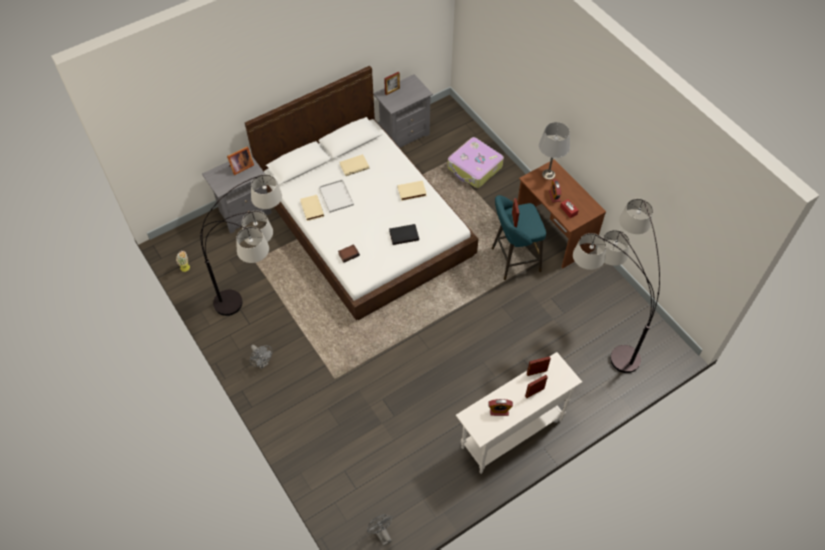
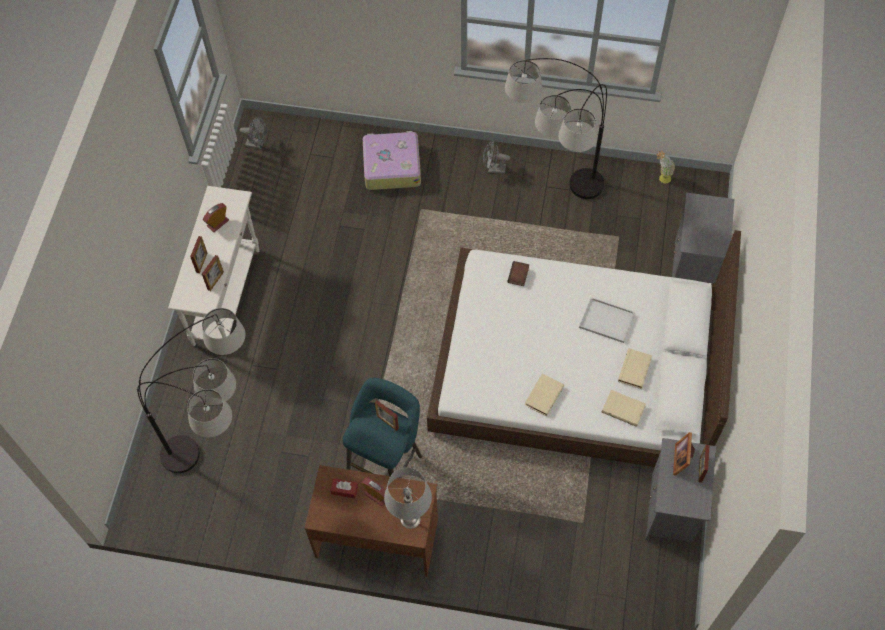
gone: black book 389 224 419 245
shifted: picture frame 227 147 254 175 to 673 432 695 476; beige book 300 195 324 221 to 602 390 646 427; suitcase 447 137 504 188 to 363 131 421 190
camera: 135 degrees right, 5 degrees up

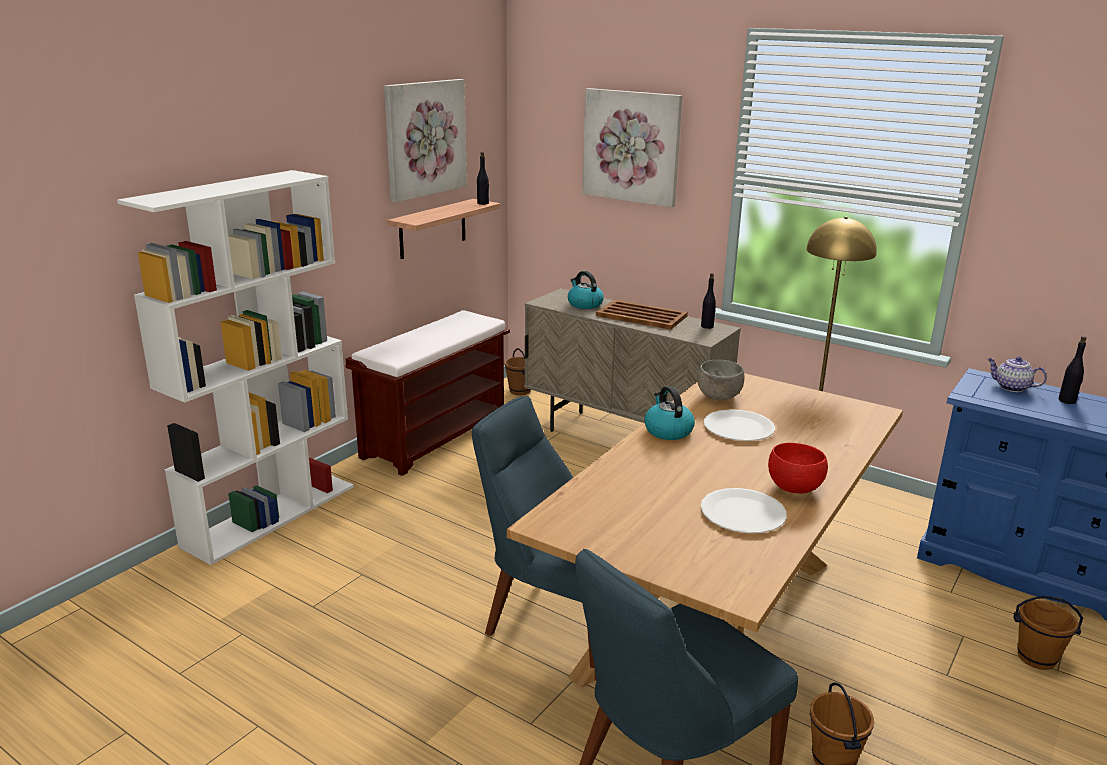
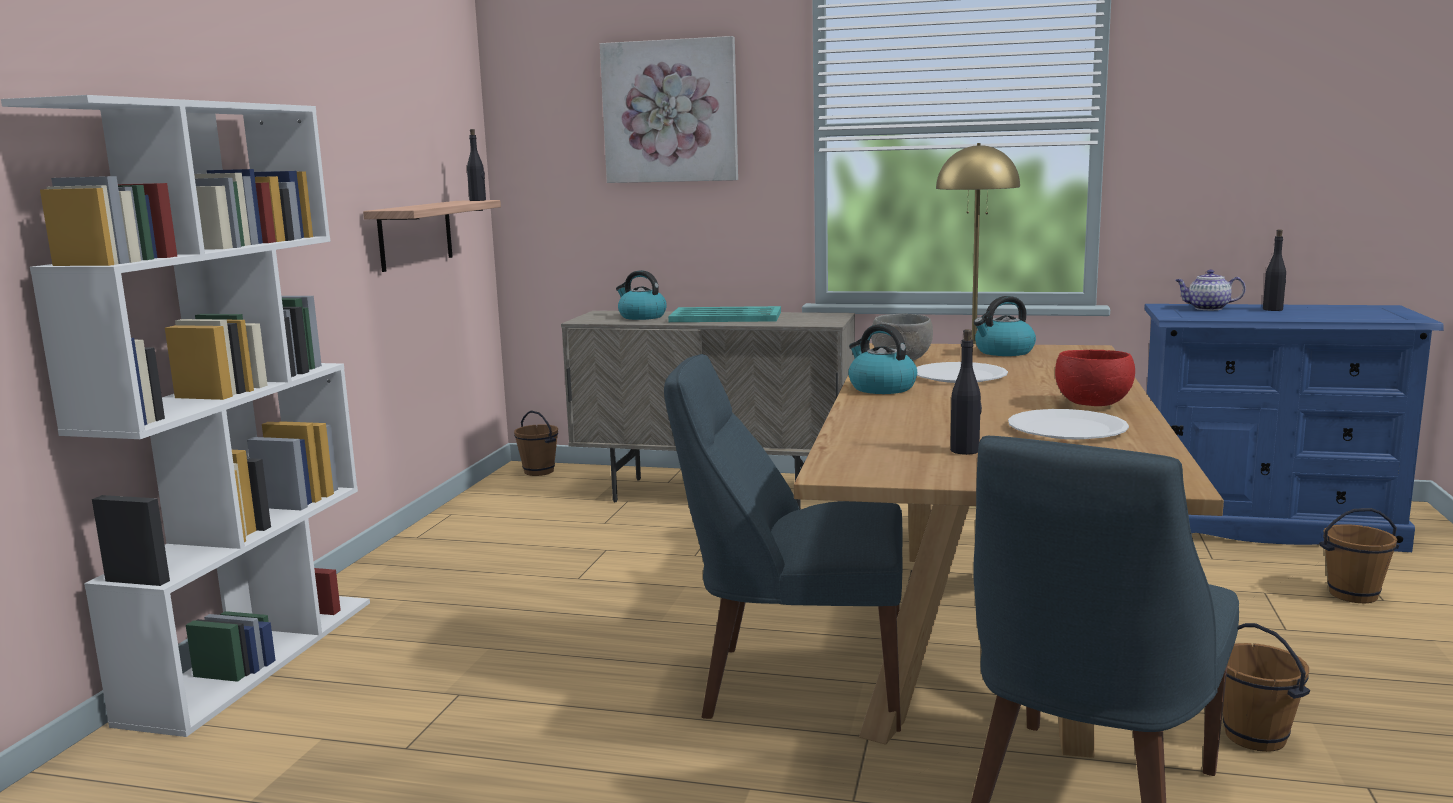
gone: brown bench 346 310 510 476; picture 384 79 467 203
new: kettle 974 296 1036 356
shifted: black bottle 701 273 716 329 to 950 329 982 455
repainted: brown tray 596 300 688 330 to turquoise tray 668 306 781 322
camera: 20 degrees left, 10 degrees down

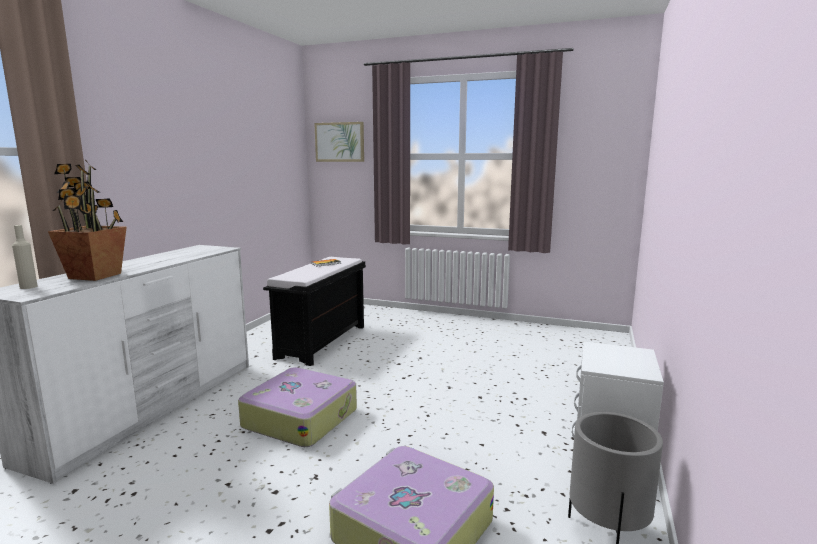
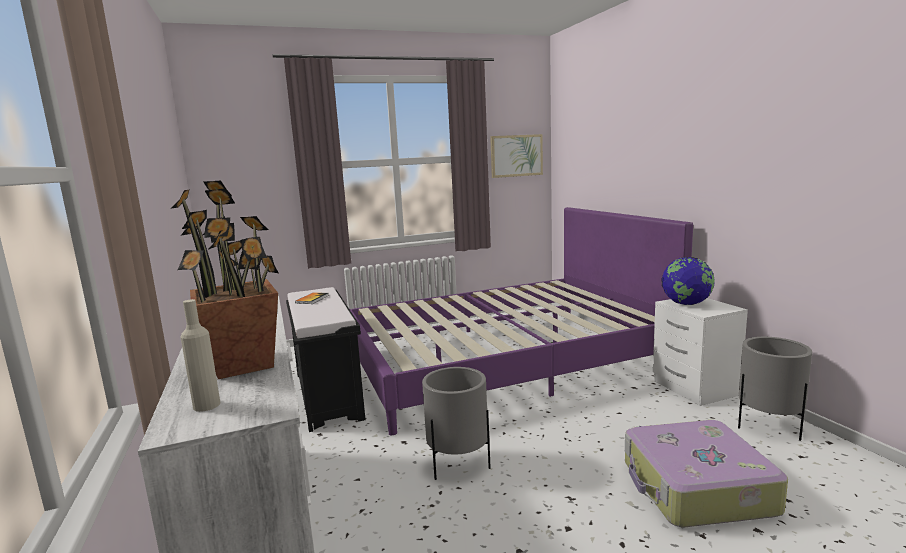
new: purple bed 349 207 693 435; globe 661 257 715 305
shifted: picture 314 122 364 162 to 490 134 543 178
swapped: suitcase 238 367 357 447 to grey planter 422 367 491 480
camera: 40 degrees left, 0 degrees up

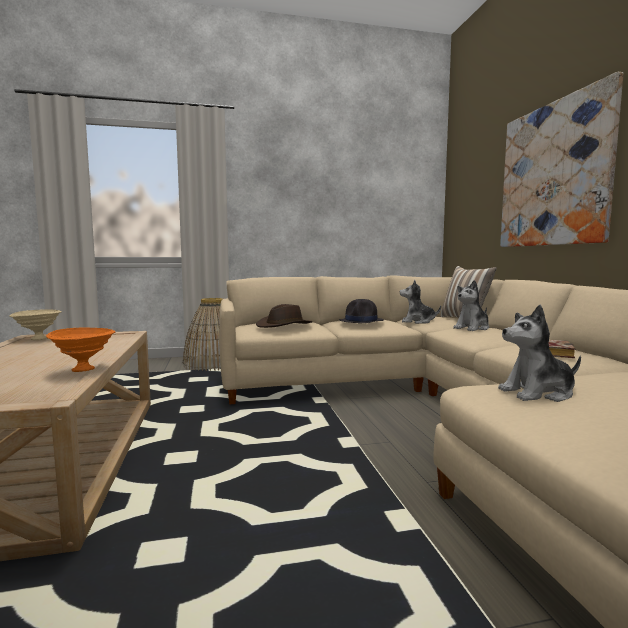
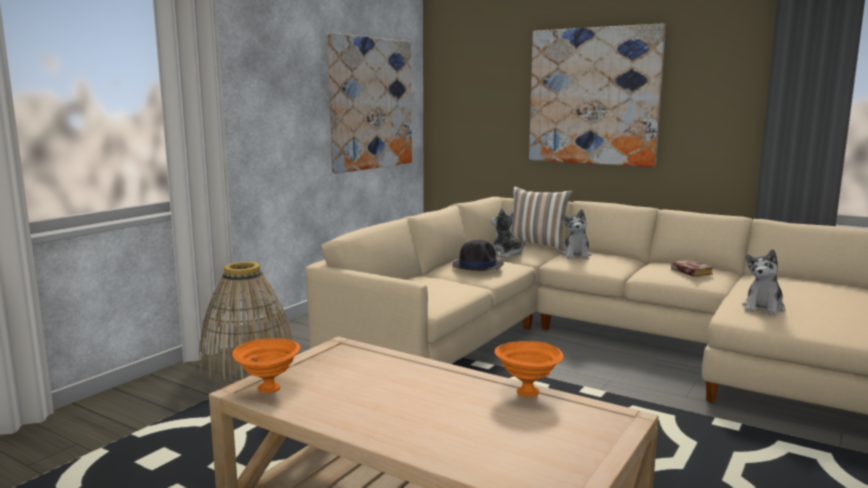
gone: brown hat 256 304 313 328
new: picture 328 33 412 174
repainted: beige bowl 9 309 61 340 to orange bowl 232 338 300 393
rotated: plush toy 400 279 441 324 = 491 208 526 258 75 degrees clockwise
camera: 45 degrees left, 5 degrees up

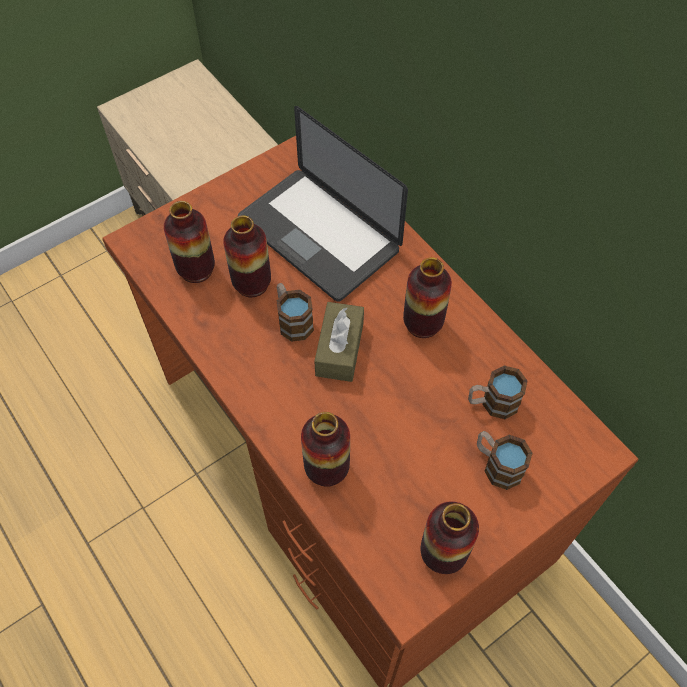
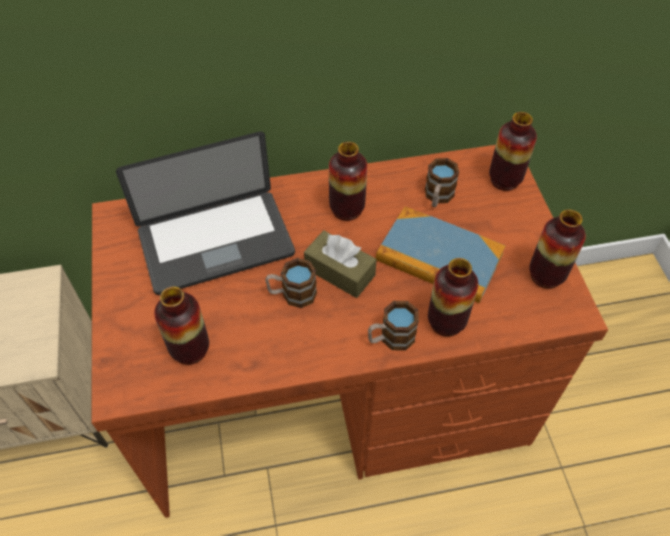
new: book 376 206 506 303
shifted: vase 223 215 271 297 to 489 112 537 191; mug 477 431 533 490 to 368 301 419 351
camera: 65 degrees left, 5 degrees down

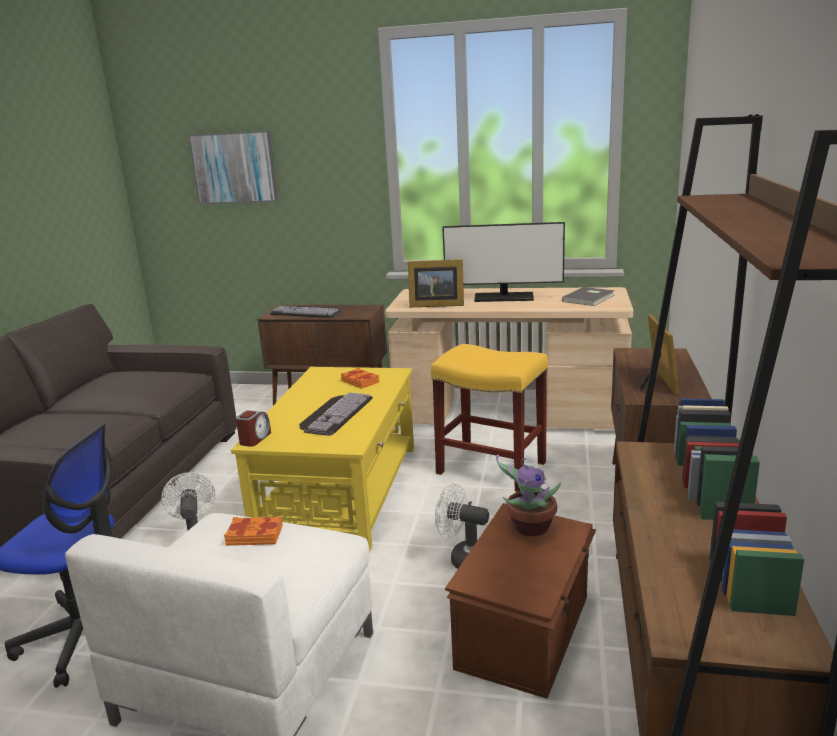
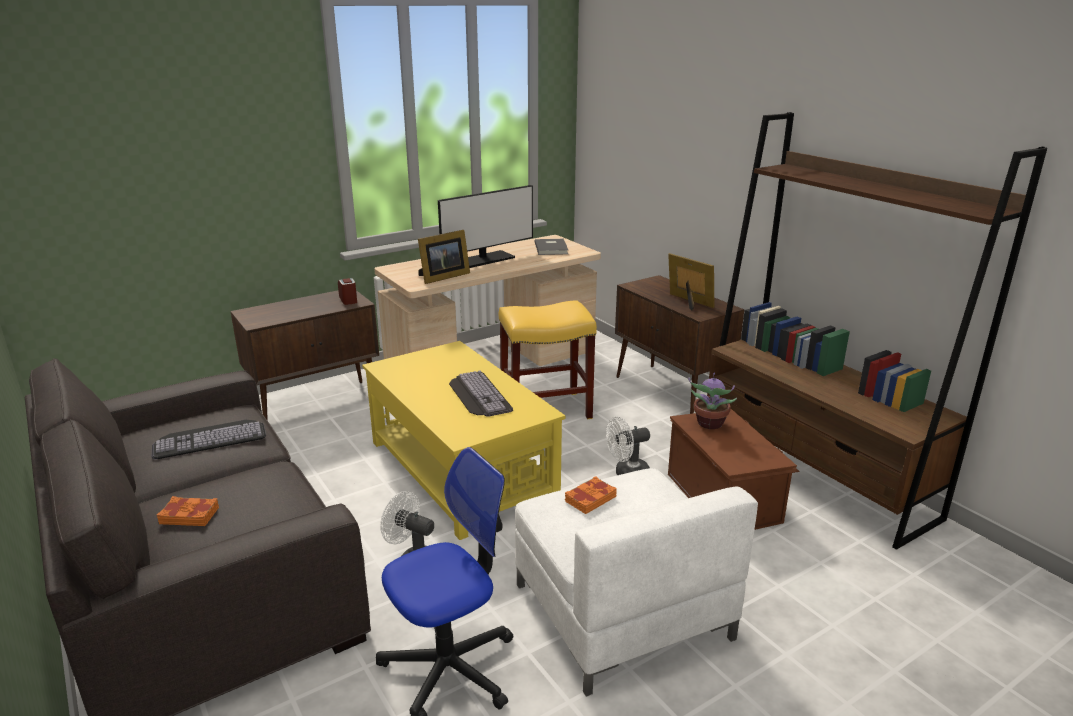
gone: picture 188 131 278 204
shifted: alarm clock 236 410 271 447 to 338 278 357 305; keyboard 269 306 341 318 to 152 420 266 459; orange book 341 368 379 389 to 157 496 219 526
camera: 45 degrees left, 5 degrees up

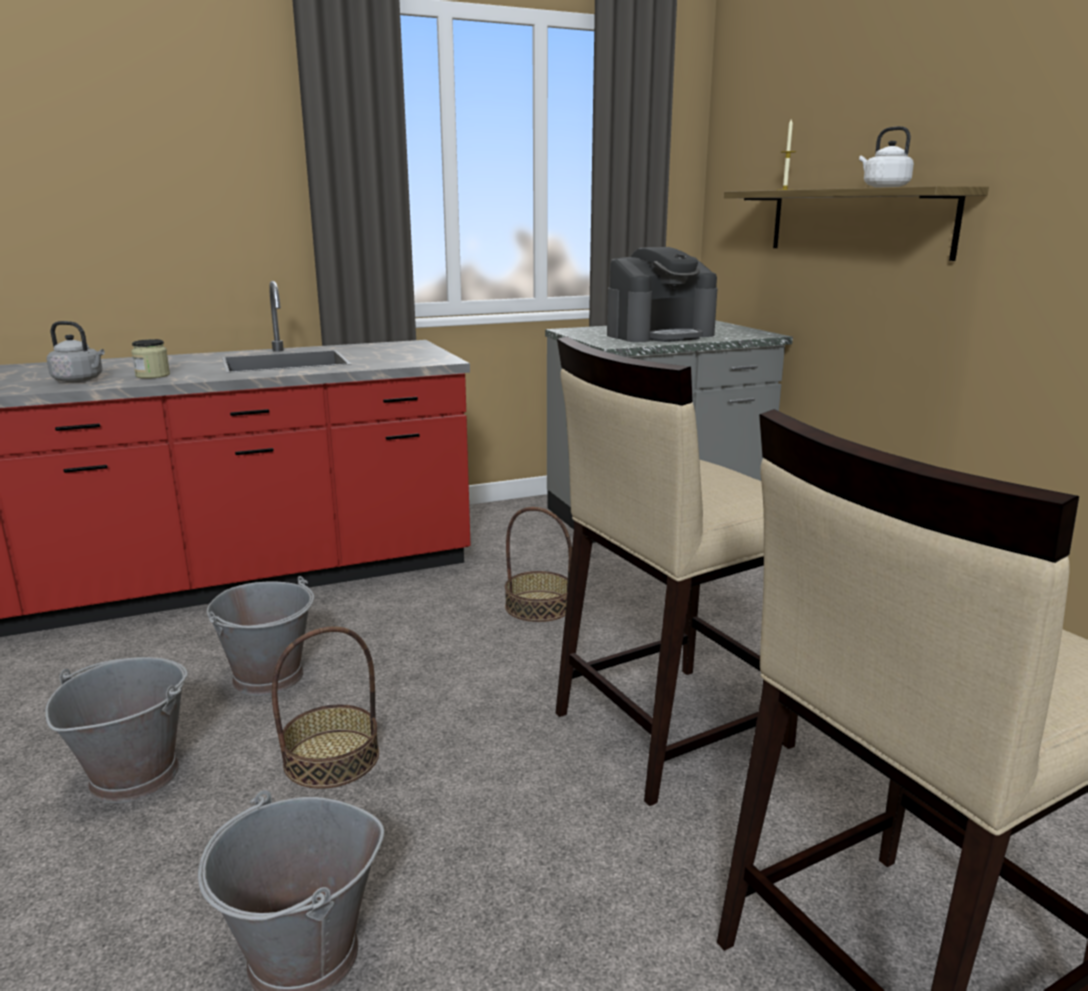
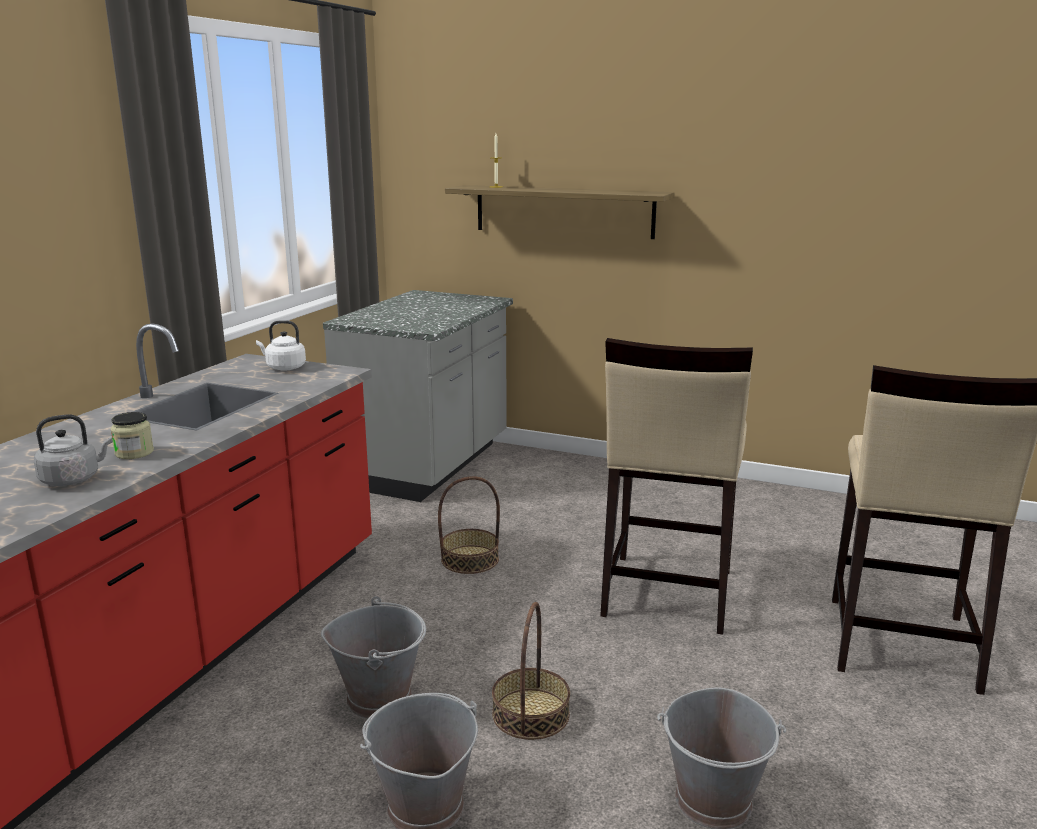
gone: coffee machine 607 247 718 342
shifted: white kettle 859 126 914 188 to 256 320 306 371
camera: 45 degrees left, 0 degrees up

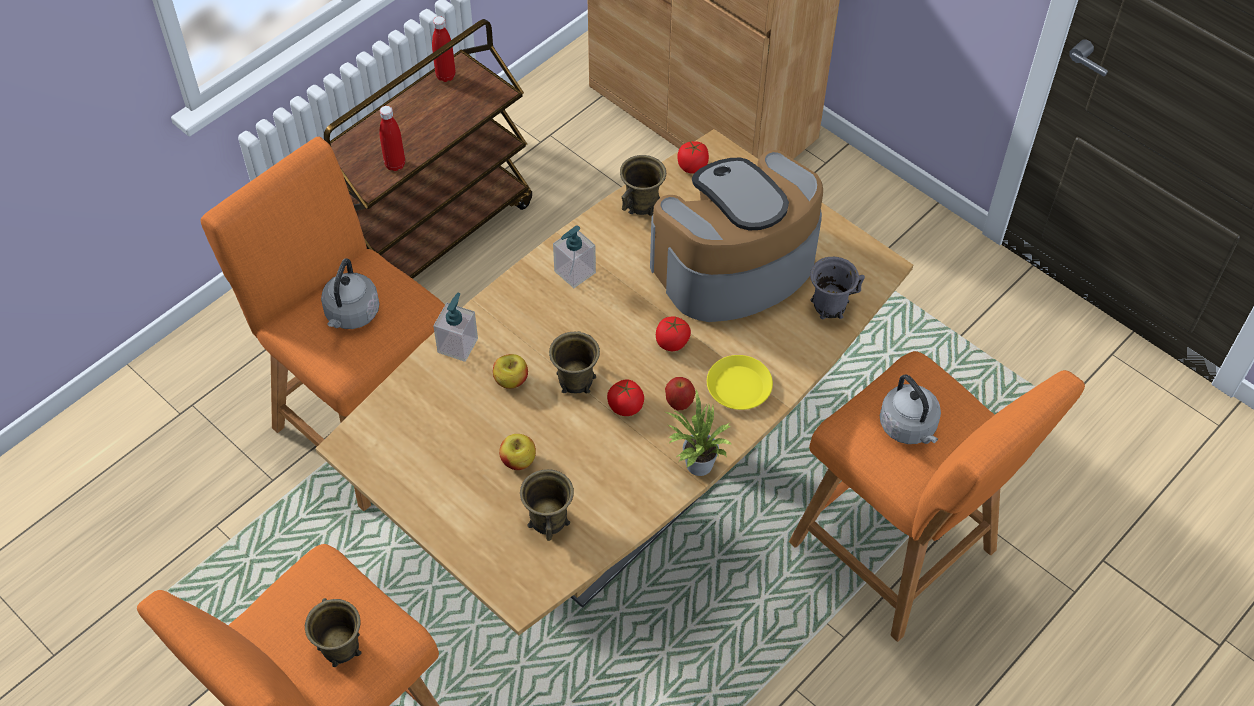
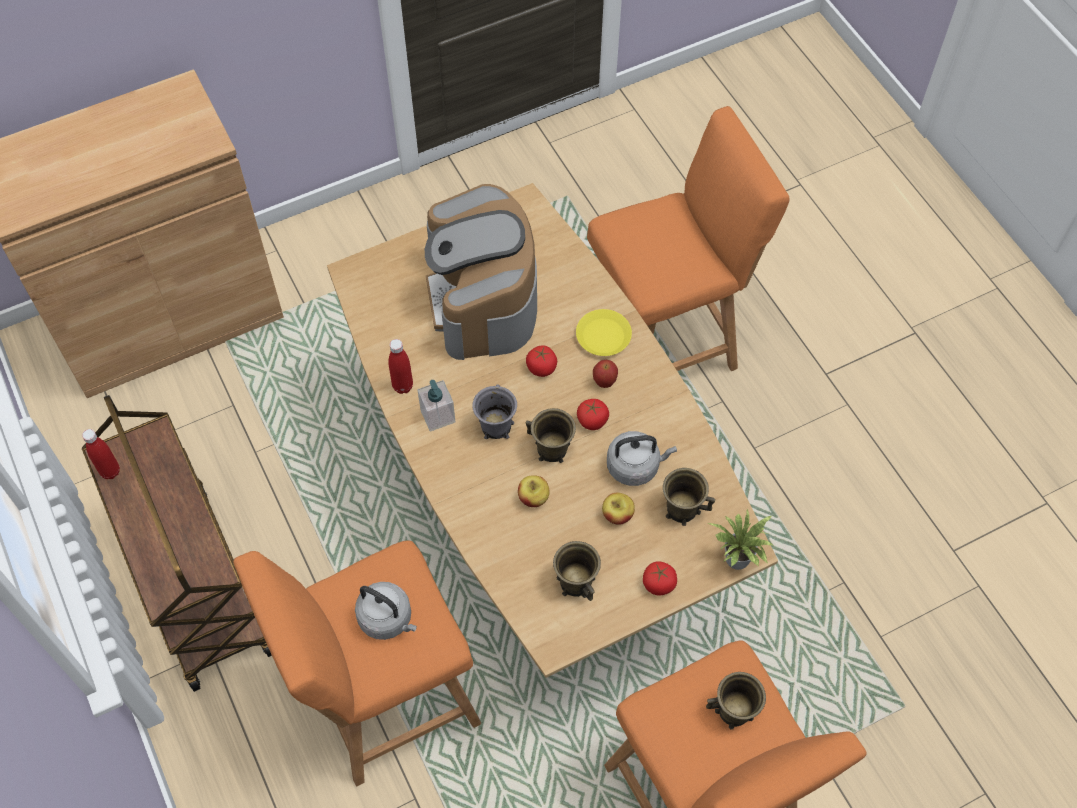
gone: soap dispenser 433 293 478 362
shifted: red bottle 380 106 405 171 to 389 339 413 394; brown mug 620 155 666 216 to 553 541 601 601; potted plant 665 390 732 476 to 708 509 774 570; tomato 677 141 709 174 to 643 561 677 596; grey mug 810 257 865 319 to 472 385 517 439; grey kettle 880 375 941 444 to 607 431 677 486
camera: 70 degrees left, 5 degrees up

